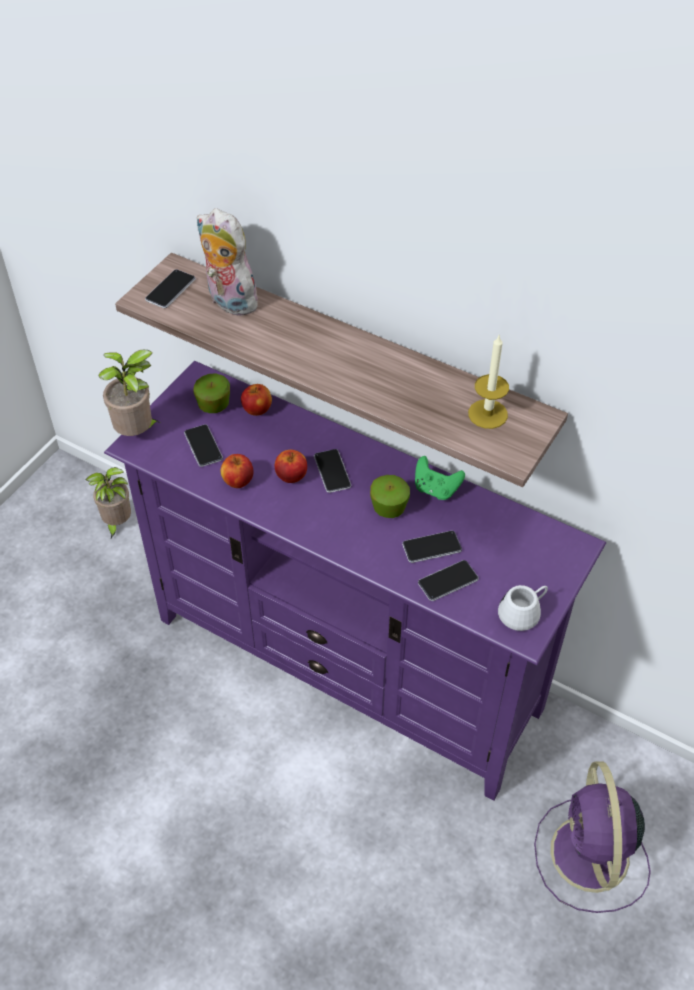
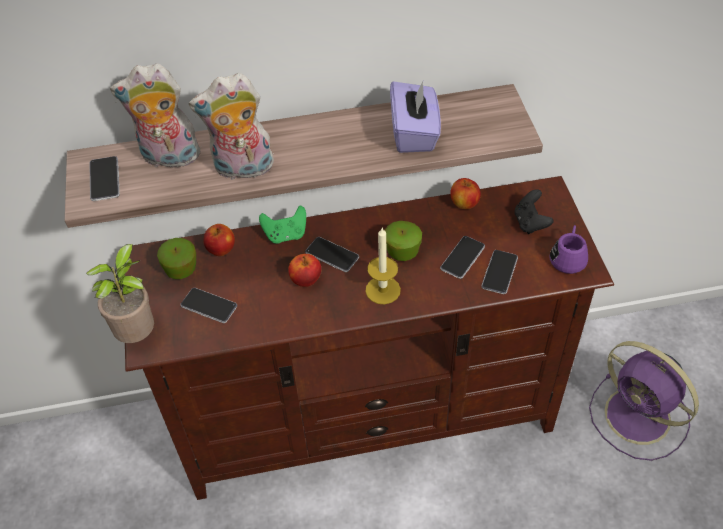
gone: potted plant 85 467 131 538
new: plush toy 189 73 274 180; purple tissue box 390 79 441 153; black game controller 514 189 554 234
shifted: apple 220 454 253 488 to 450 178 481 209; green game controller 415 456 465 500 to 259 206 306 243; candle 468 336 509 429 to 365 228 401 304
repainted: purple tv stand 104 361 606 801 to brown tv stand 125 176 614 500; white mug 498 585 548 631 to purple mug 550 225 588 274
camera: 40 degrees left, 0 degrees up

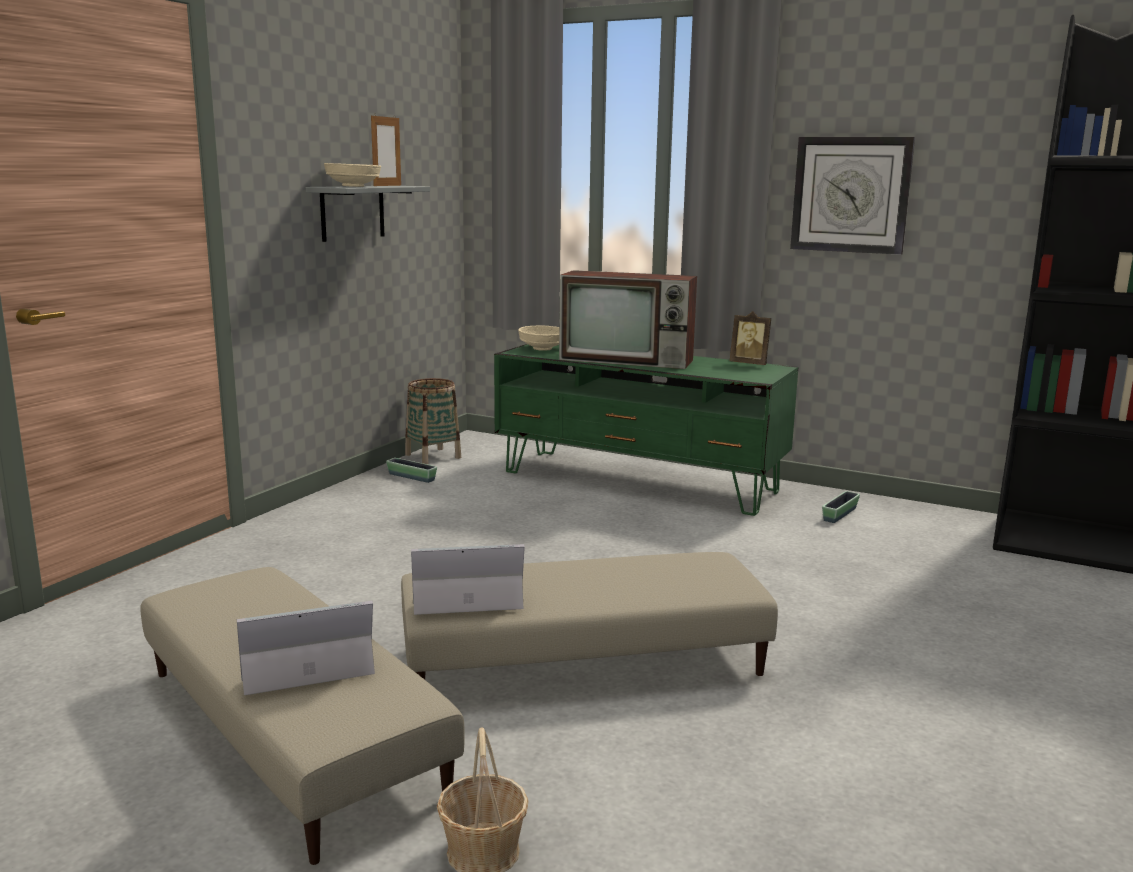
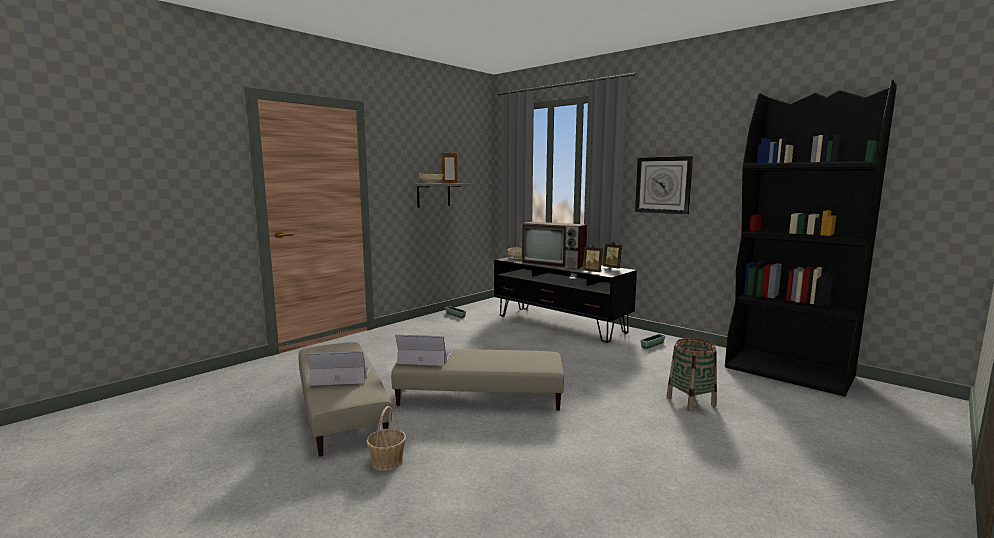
new: picture frame 582 245 603 272
shifted: basket 405 378 461 464 to 667 338 717 411
repainted: green tv stand 494 344 798 516 to black tv stand 494 257 637 343
camera: 15 degrees right, 5 degrees down

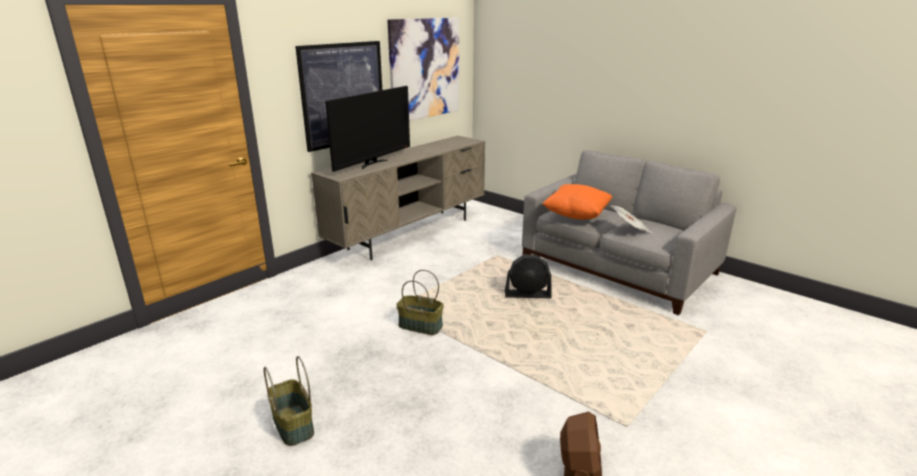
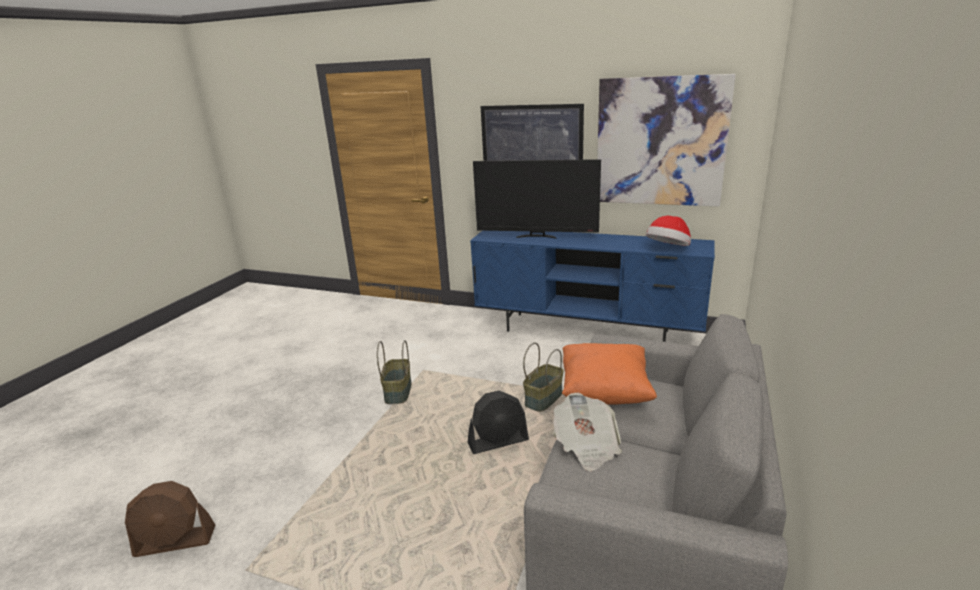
new: hat 646 216 691 246
shifted: basket 264 356 314 446 to 523 342 564 412
repainted: beige tv stand 311 136 485 261 to blue tv stand 470 231 715 342
rotated: black fan 505 254 552 298 = 468 390 529 454 90 degrees counterclockwise
camera: 70 degrees right, 0 degrees up

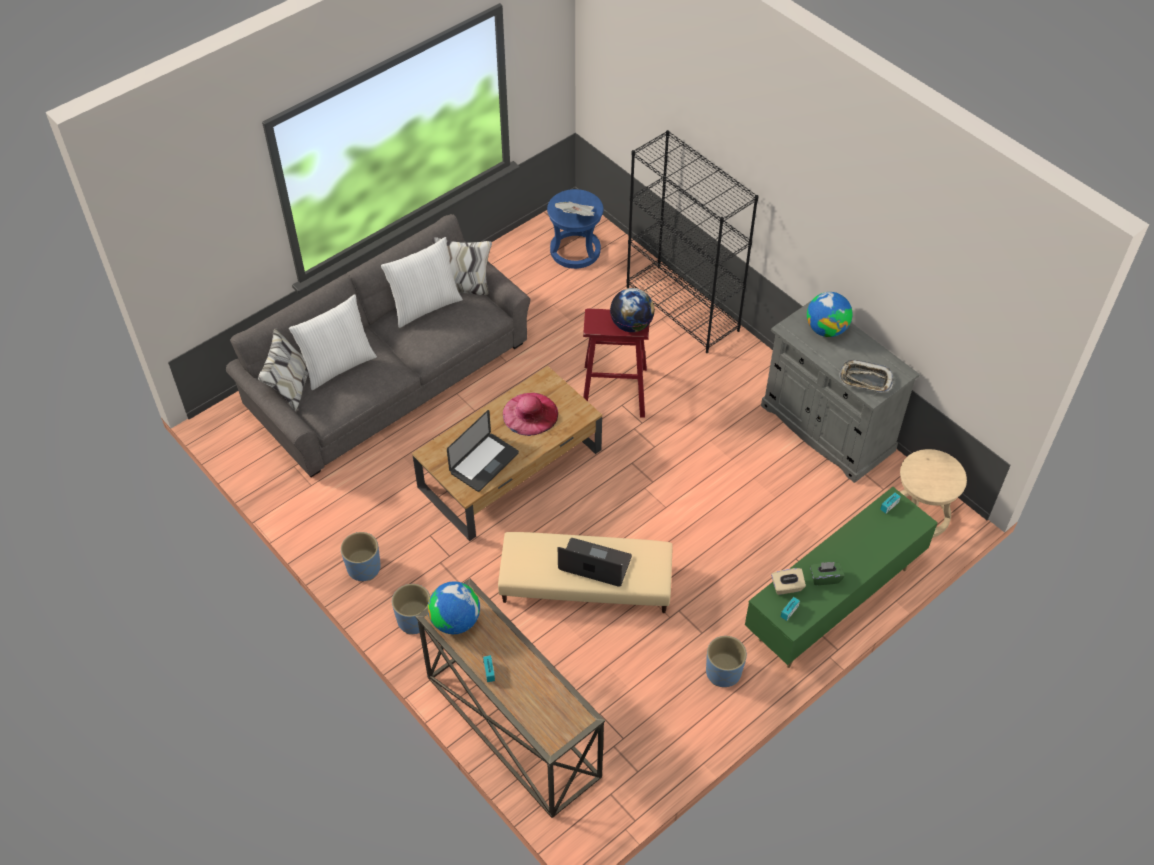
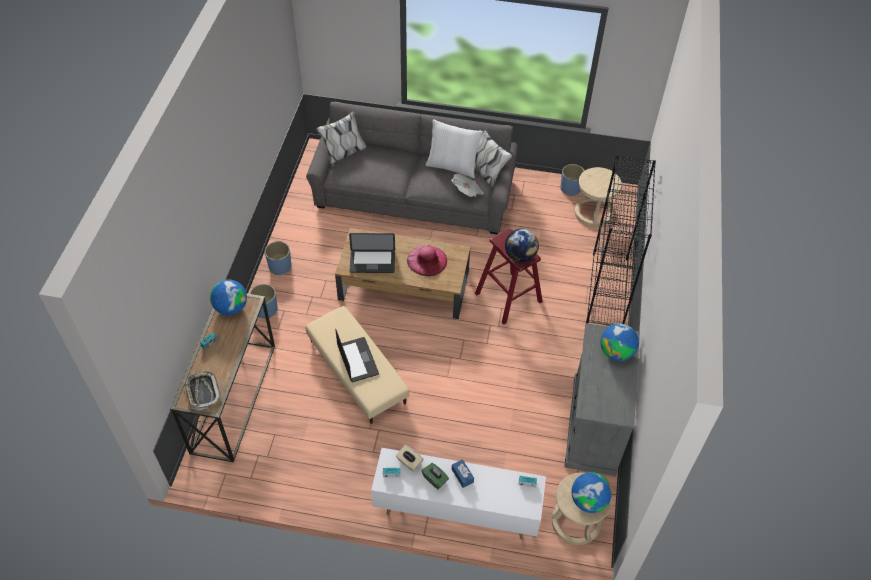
gone: white pillow 289 294 377 390
new: blue tissue box 452 459 474 488; globe 571 472 612 513
shifted: newspaper 555 202 595 216 to 451 173 484 197; blue planter 706 636 747 687 to 560 164 585 196; tray 839 360 894 393 to 184 371 221 410
repainted: blue stool 547 189 604 269 to beige stool 574 167 622 227; green tv stand 745 487 938 668 to white tv stand 371 448 546 540
camera: 50 degrees right, 0 degrees up

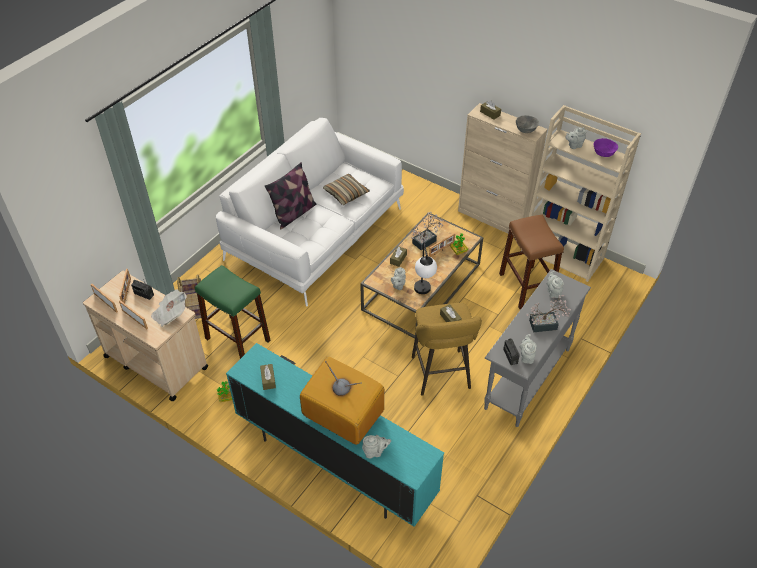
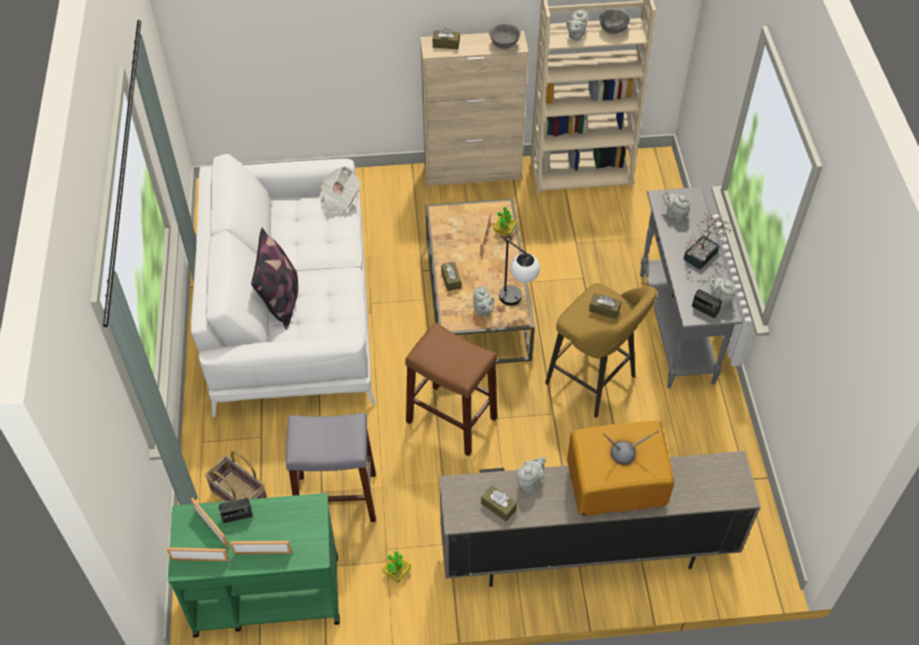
gone: pillow 323 174 370 205; potted plant 412 212 444 250
shifted: newspaper 151 289 187 327 to 319 166 361 213; grey teapot 362 435 391 458 to 517 457 546 493; brown stool 499 215 564 309 to 405 322 497 456
repainted: beige cart 83 271 208 401 to green cart 168 493 340 637; green stool 195 265 270 359 to grey stool 286 413 376 522; turquoise tv stand 226 343 444 527 to beige tv stand 439 451 761 587; purple bowl 594 138 618 157 to grey bowl 599 10 630 34
camera: 40 degrees left, 5 degrees up

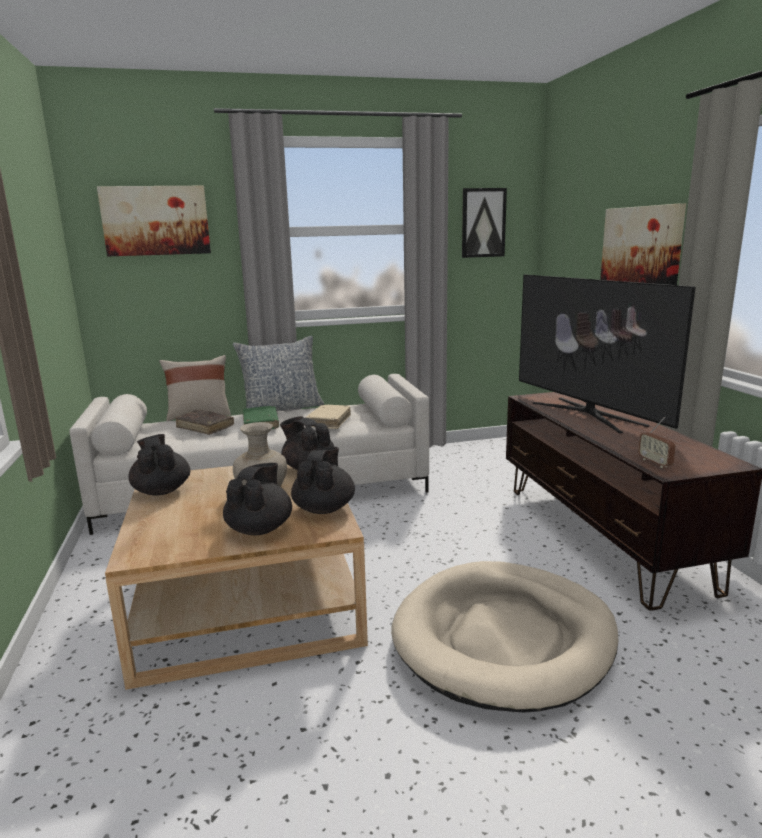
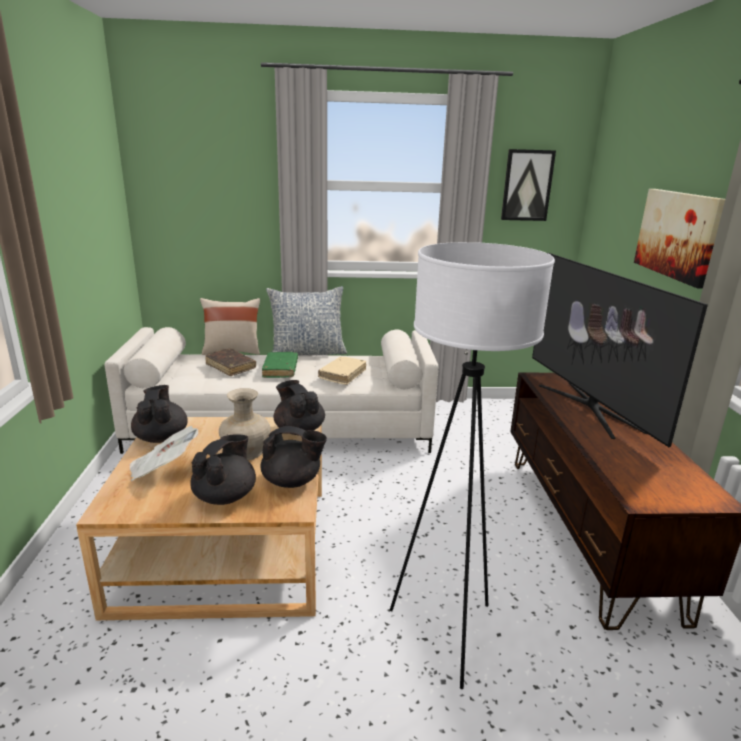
gone: picture 97 186 211 256; radio 638 417 676 468
new: newspaper 130 426 198 481
swapped: beige dog bed 391 561 619 712 to white floor lamp 390 242 555 689
rotated: black teapot 291 447 355 514 = 260 426 327 488 75 degrees clockwise
camera: 10 degrees right, 5 degrees up

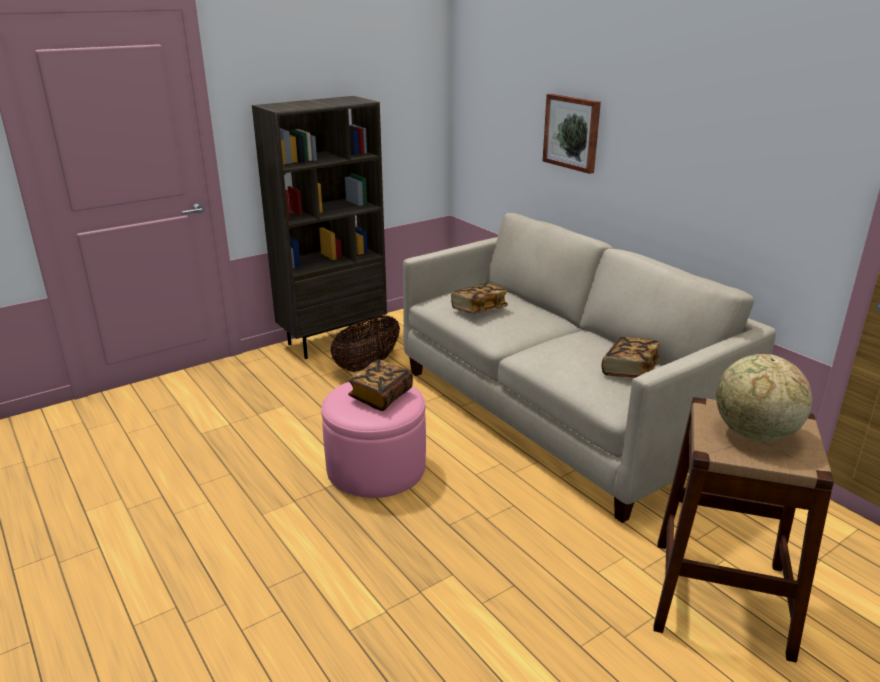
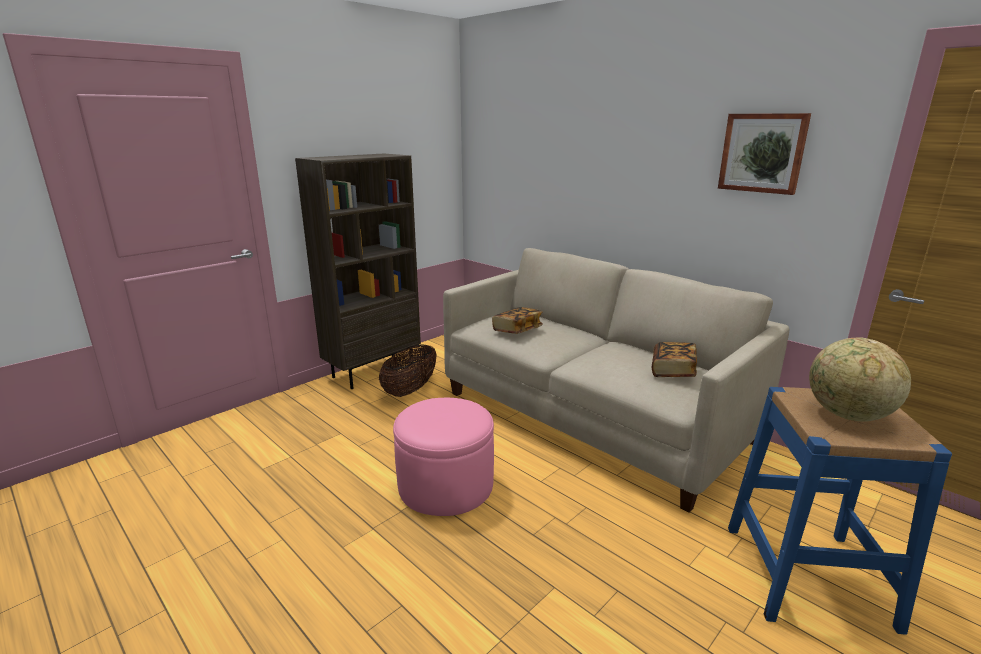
gone: book 348 359 413 411
shifted: picture 543 94 601 174 to 718 113 811 195
repainted: brown stool 653 397 834 663 to blue stool 728 387 952 635
camera: 10 degrees left, 5 degrees down

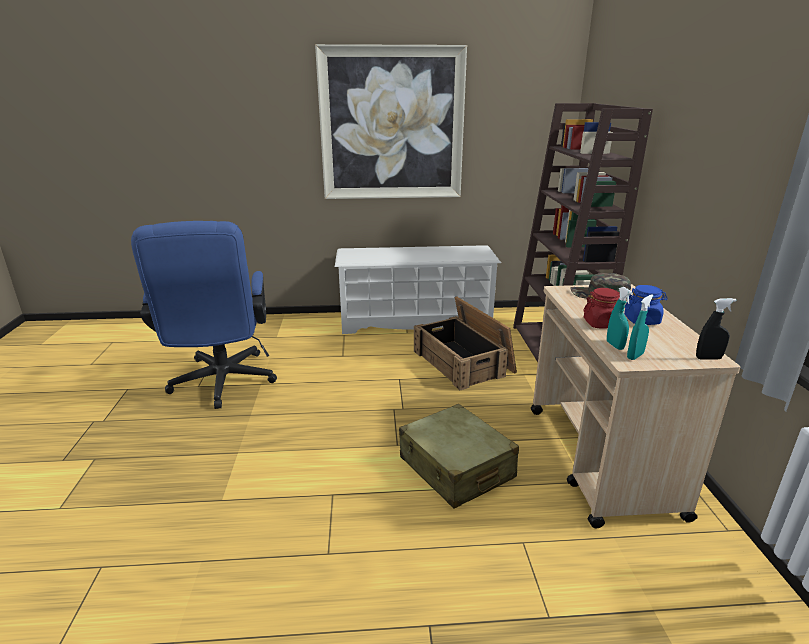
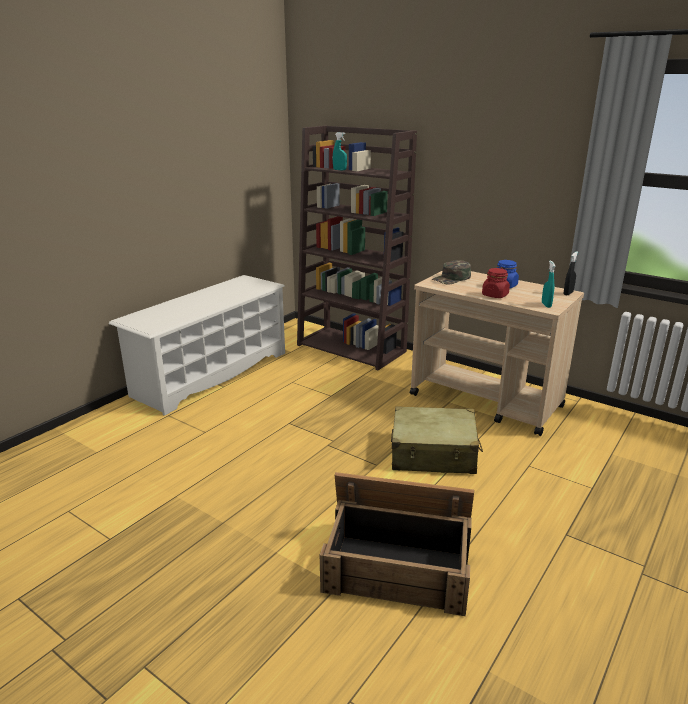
gone: blue office chair 131 221 277 409; picture 315 44 467 199
shifted: crate 414 296 517 390 to 320 472 474 616; turquoise spray bottle 607 287 633 350 to 333 132 347 170
camera: 50 degrees left, 0 degrees up

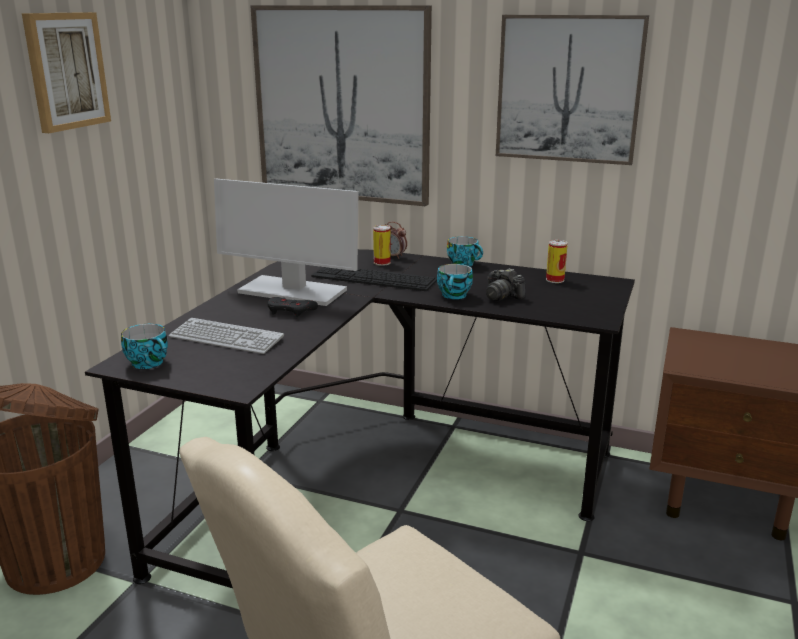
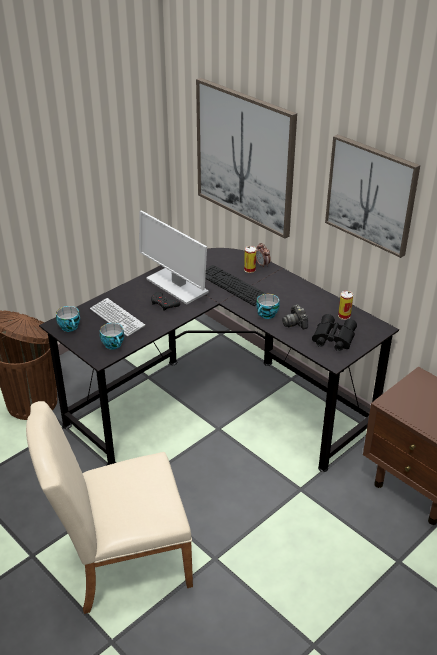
gone: picture 22 12 111 133
new: black binoculars 312 314 357 351
shifted: cup 447 236 483 267 to 100 323 124 350
camera: 25 degrees right, 15 degrees up

